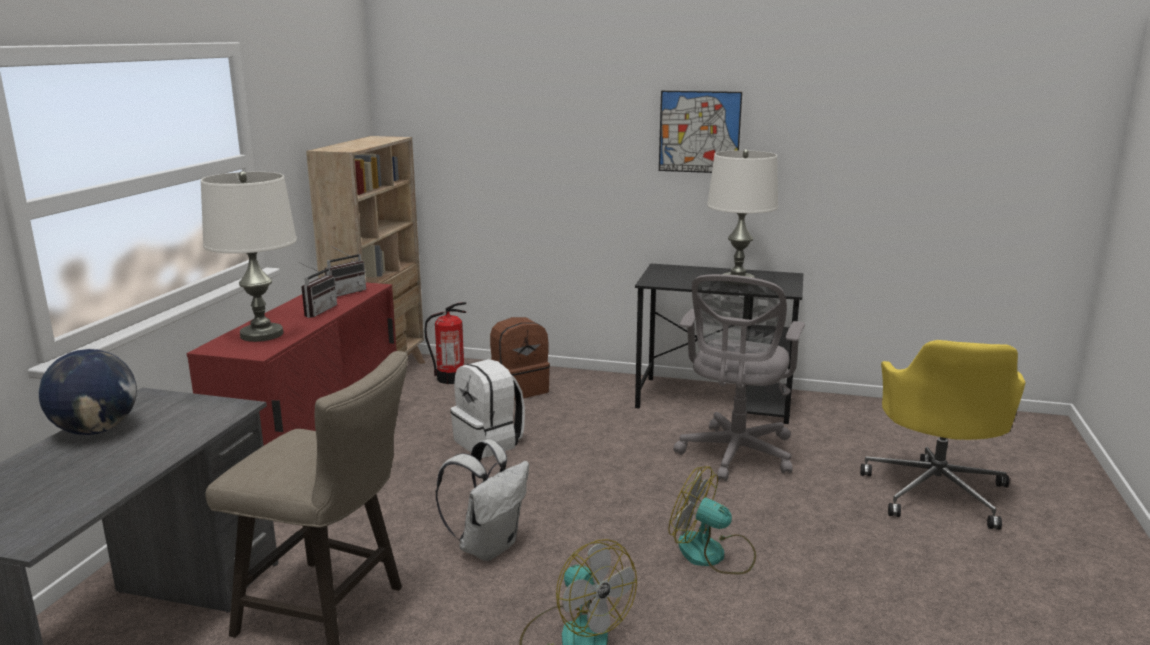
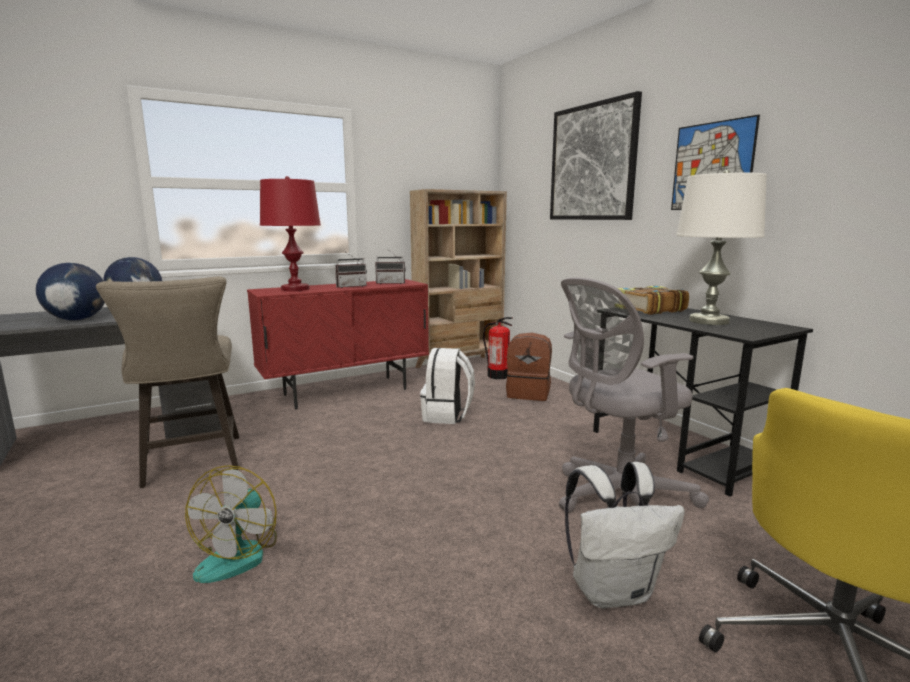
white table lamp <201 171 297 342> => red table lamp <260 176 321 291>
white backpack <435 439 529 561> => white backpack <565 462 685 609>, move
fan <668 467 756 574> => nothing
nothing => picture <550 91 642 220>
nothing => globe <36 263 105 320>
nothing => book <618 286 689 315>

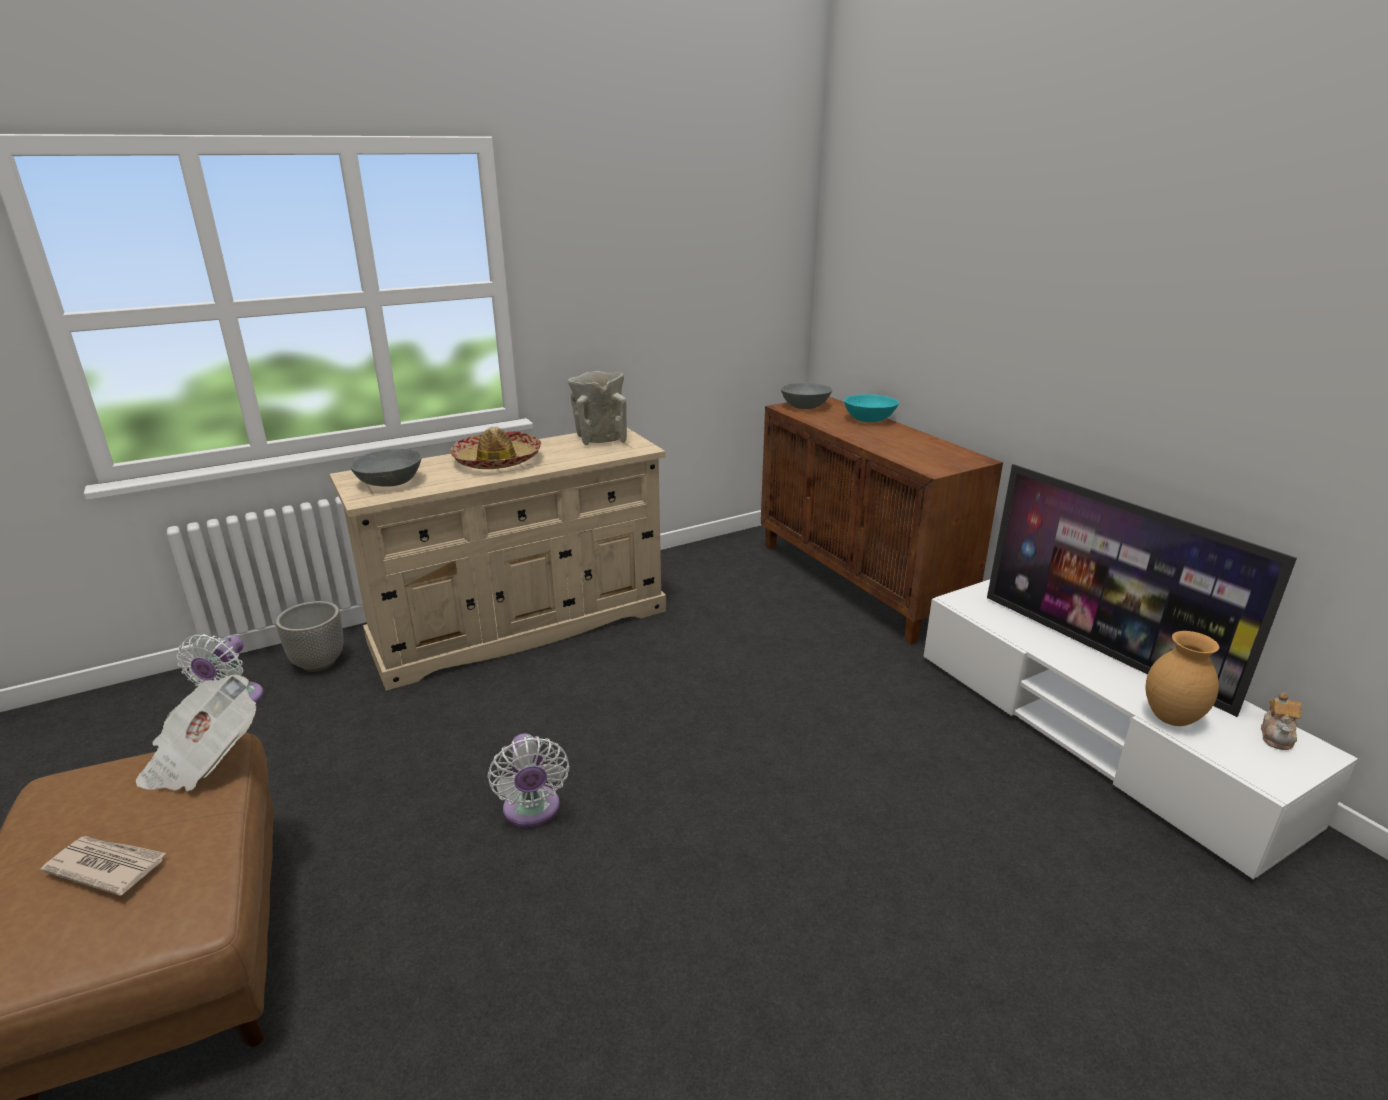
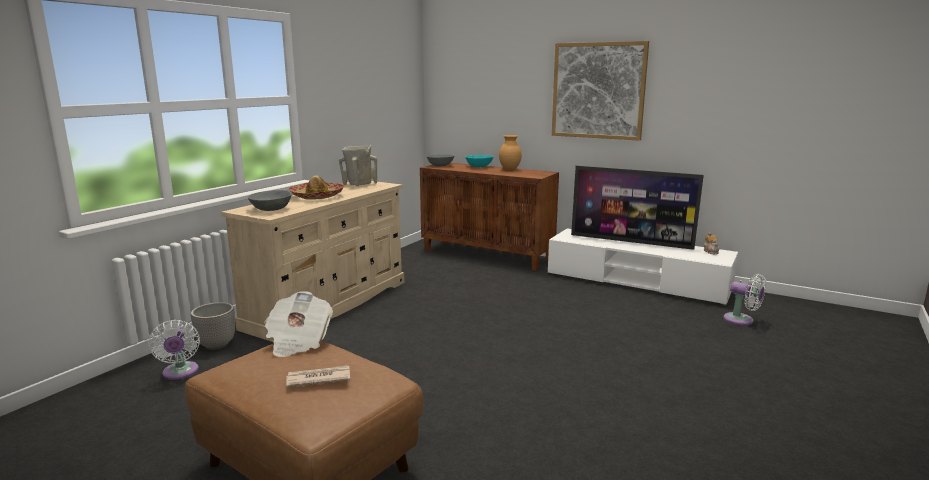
brown vase <1145 631 1219 726> => brown vase <499 135 522 170>, move
white fan <488 733 569 827> => white fan <723 274 766 325>, move
nothing => picture <552 41 649 141>

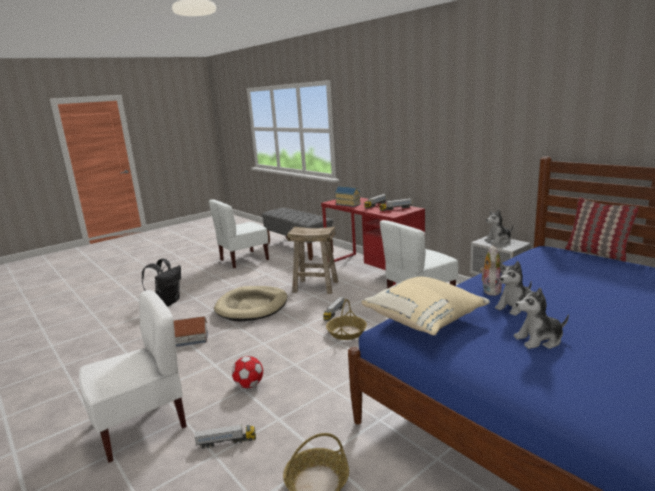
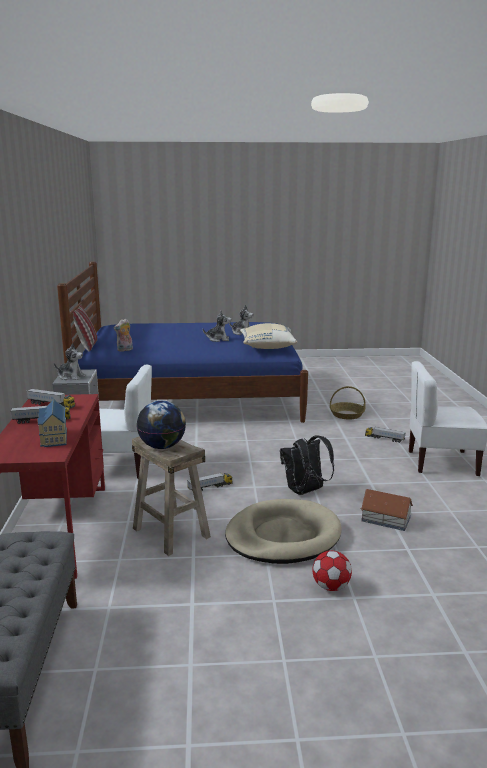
white chair <209 199 269 269> => nothing
plush toy <480 246 502 296> => plush toy <114 319 133 352>, move
black backpack <142 259 181 306> => black backpack <280 435 334 495>, move
basket <326 299 367 340> => nothing
football <232 356 263 388> => football <312 550 352 591>, move
nothing => globe <137 400 186 449>

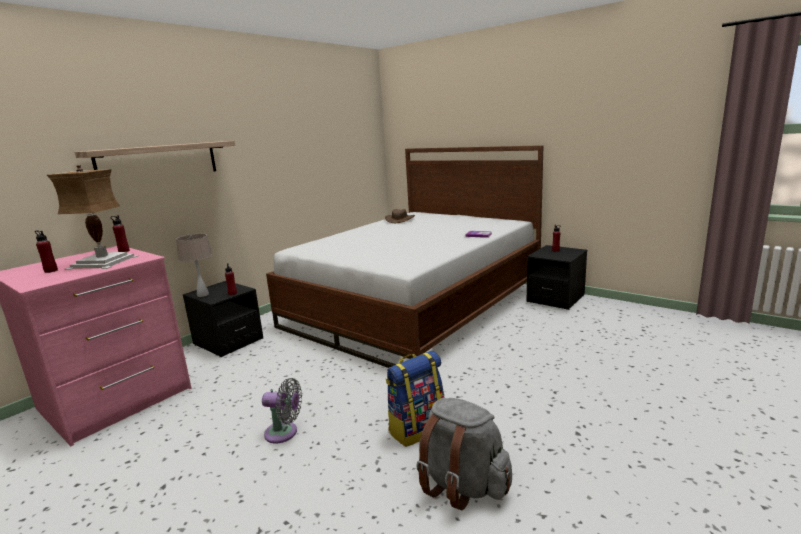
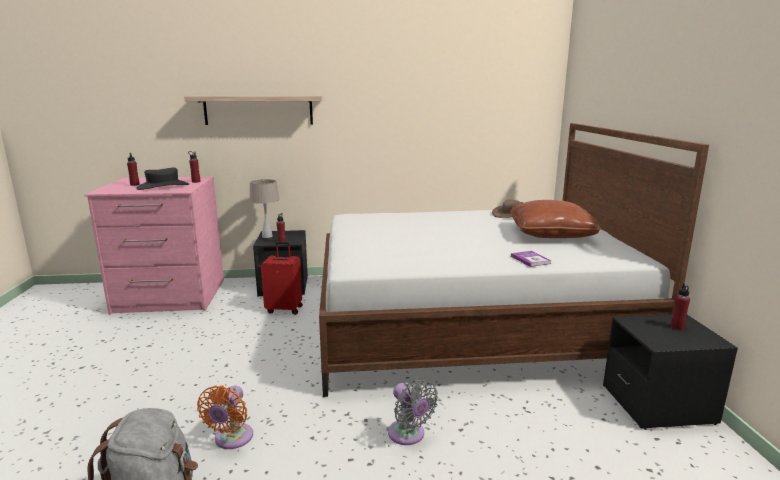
table lamp <47 165 139 270> => black hat <136 168 189 190>
backpack <386 351 444 447> => orange fan <197 385 253 449>
grey fan <262 378 302 443> => grey fan <388 379 438 445>, move
nothing => brown pillow <510 200 601 238>
nothing => red suitcase <261 242 303 315>

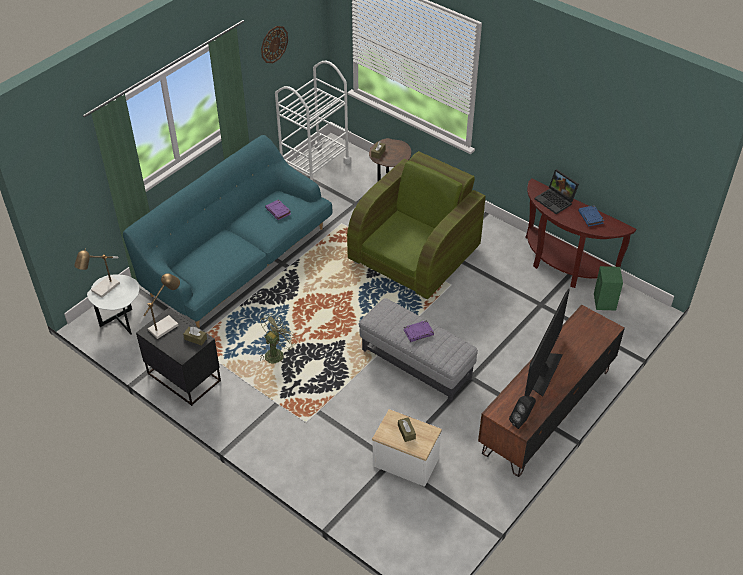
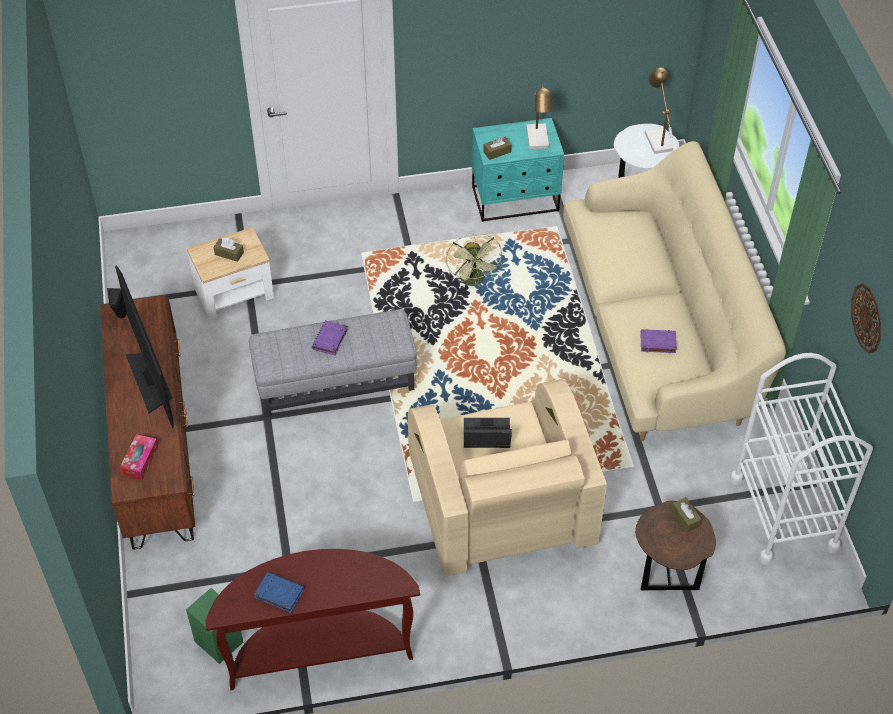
turquoise sofa <123 135 332 328> => beige sofa <563 141 786 441>
green armchair <347 151 486 299> => beige armchair <408 379 607 577>
laptop <535 169 579 214> => laptop <464 418 512 448>, move
black nightstand <136 308 221 406> => turquoise nightstand <472 118 564 222>
nothing => tissue box <120 434 158 480>

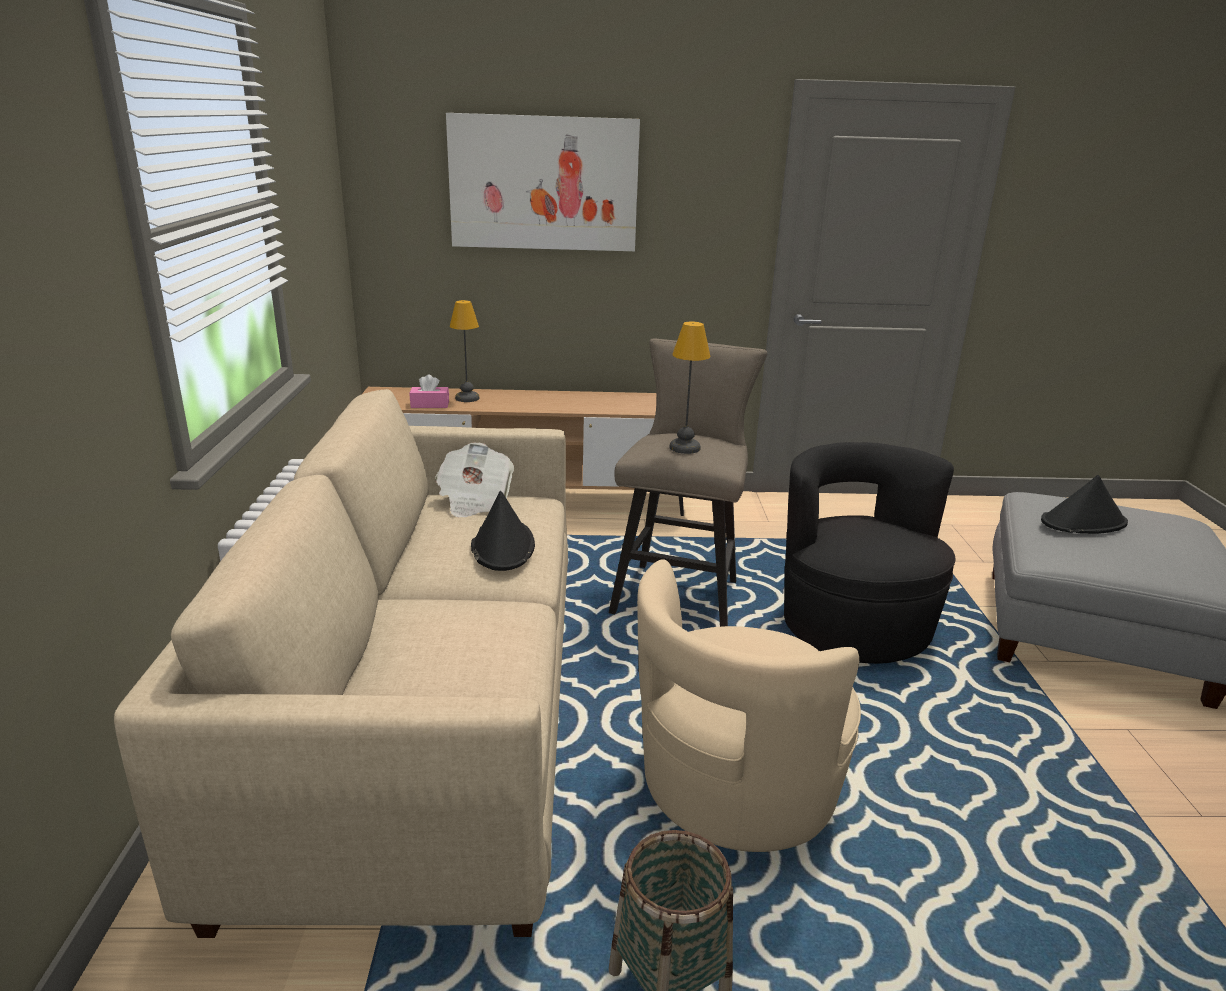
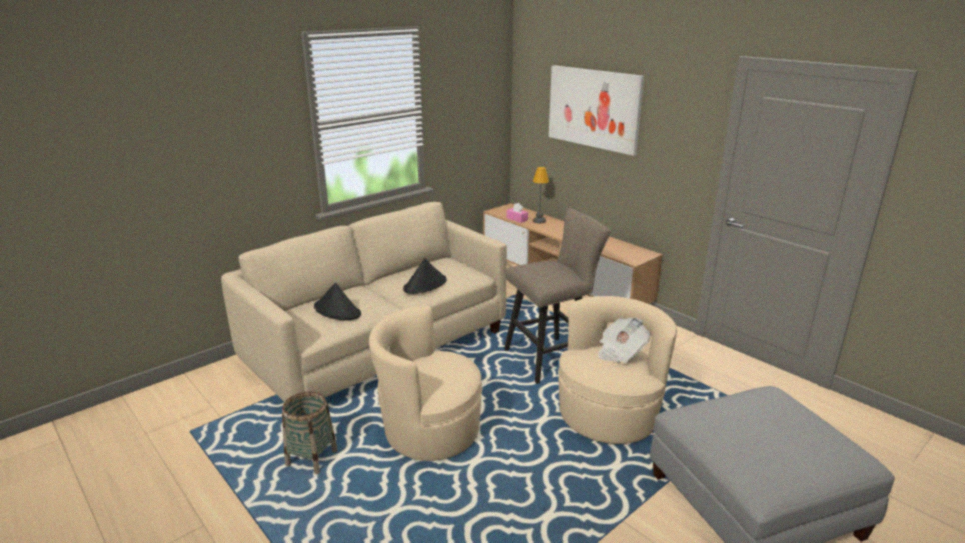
table lamp <669 322 711 454> => nothing
newspaper <435 442 515 517> => newspaper <598 317 650 363>, move
black armchair <784 442 956 664> => beige armchair <558 296 677 444>
black hat <1041 475 1128 534> => black hat <314 283 361 321>, move

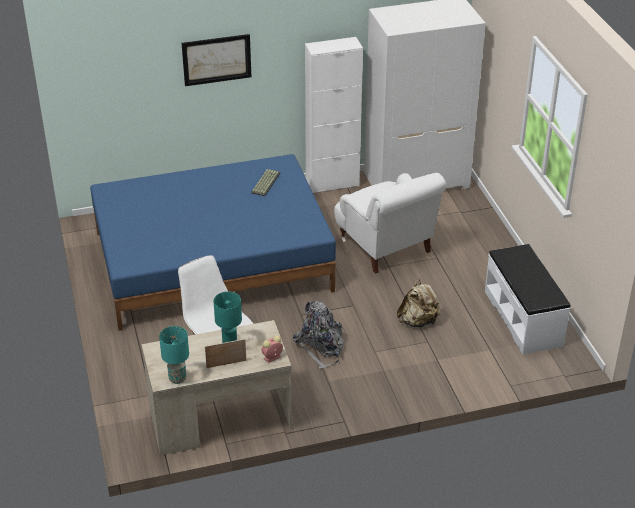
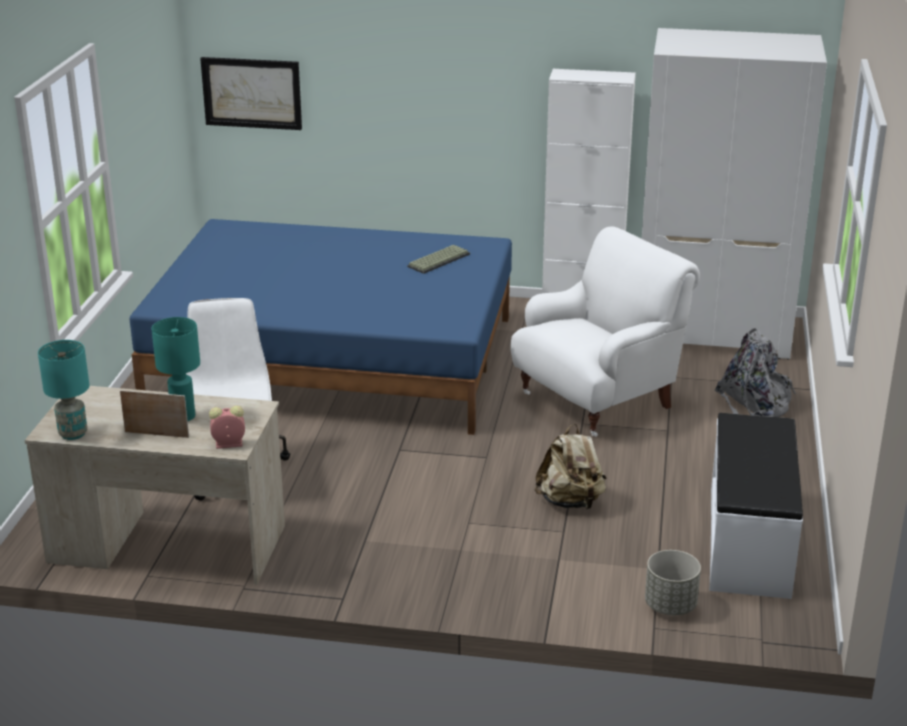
picture <182 34 251 86> => picture <200 57 302 130>, move
white armchair <334 173 446 274> => white armchair <510 226 700 437>, 120 degrees counterclockwise
grey backpack <293 301 345 369> => grey backpack <715 328 796 417>, move
nothing => grey planter <645 550 701 615>

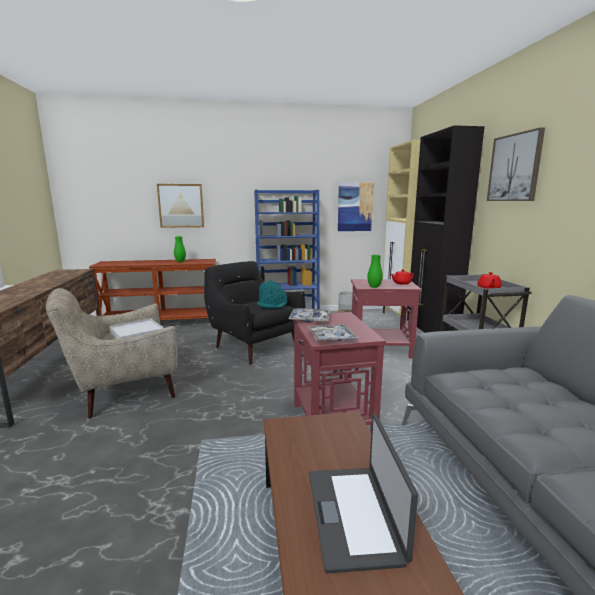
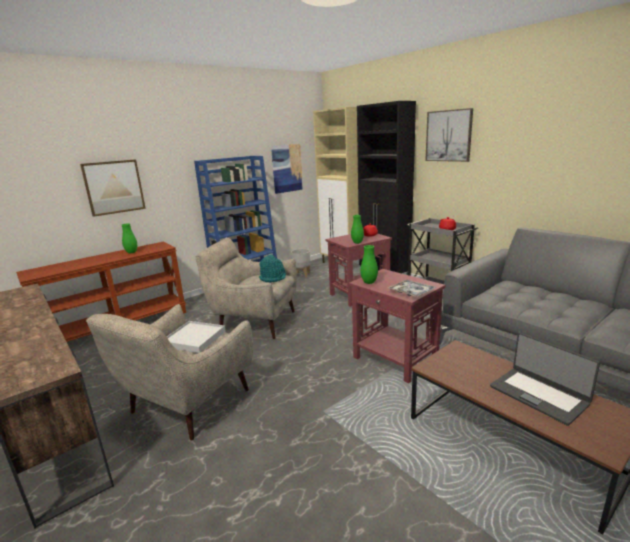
black armchair <204 261 305 365> => beige armchair <195 238 297 339>
tray <289 308 330 322> => green vase <360 245 378 284>

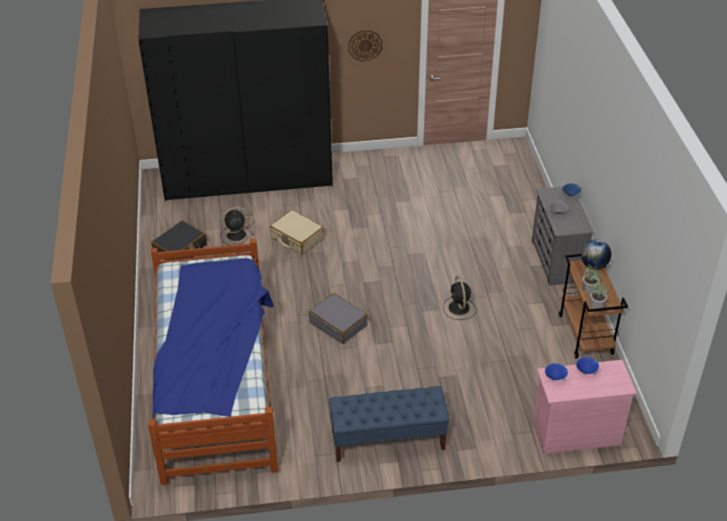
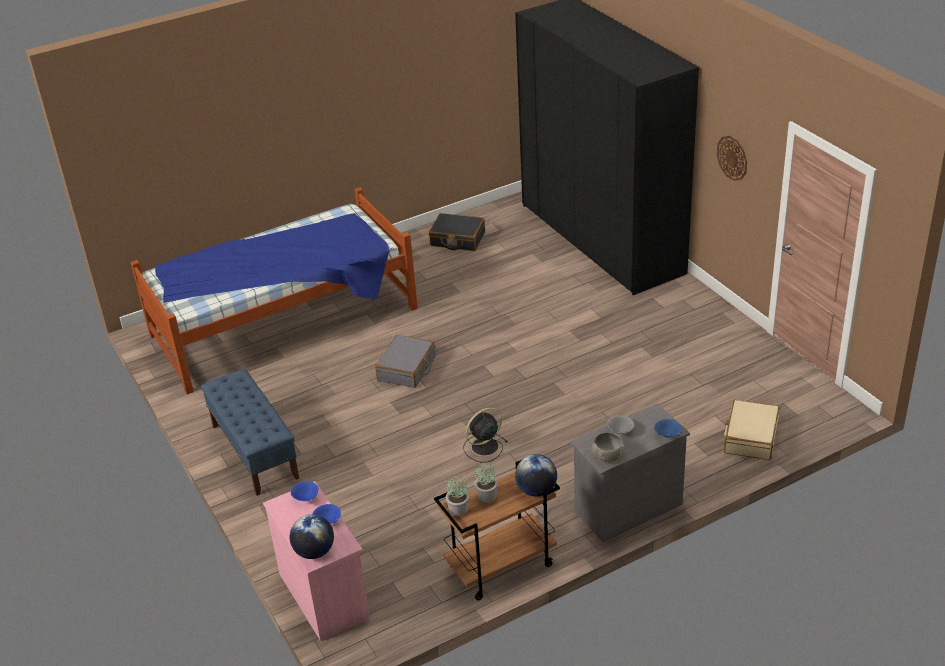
black fan <219 207 253 246> => nothing
beige suitcase <270 210 324 255> => beige suitcase <724 400 779 460>, move
nothing => grey bowl <592 432 625 462>
nothing => globe <290 514 334 559>

